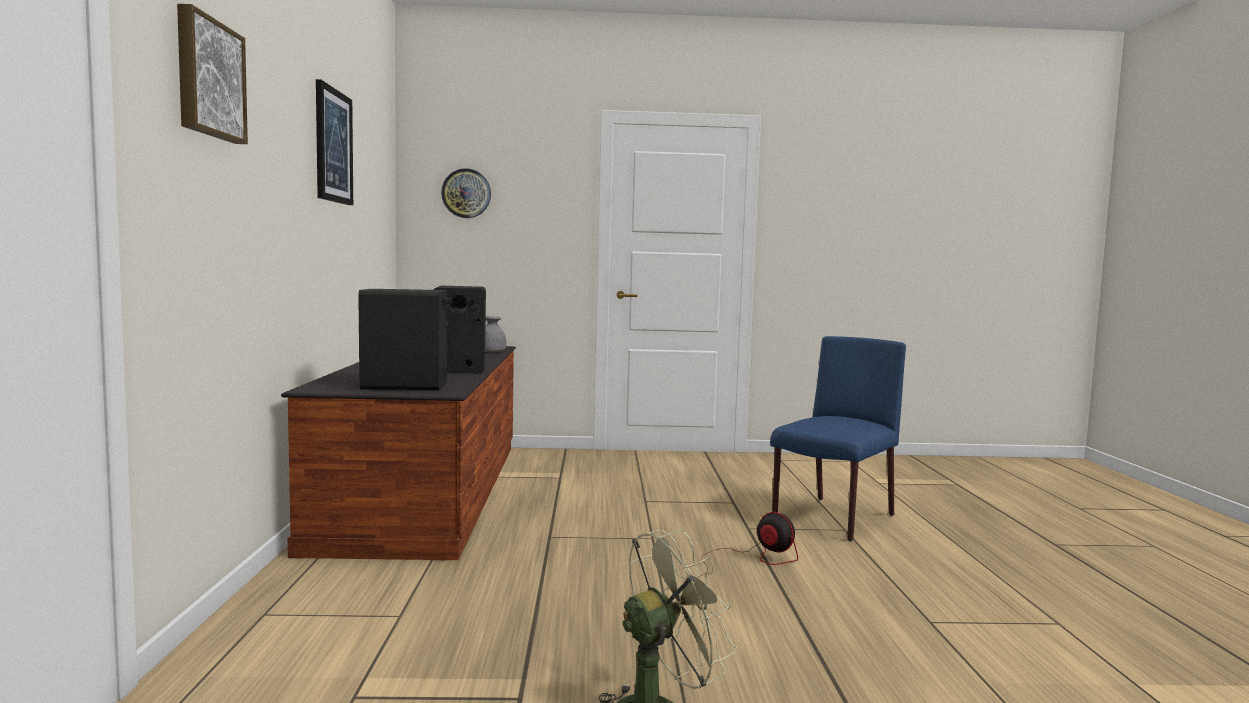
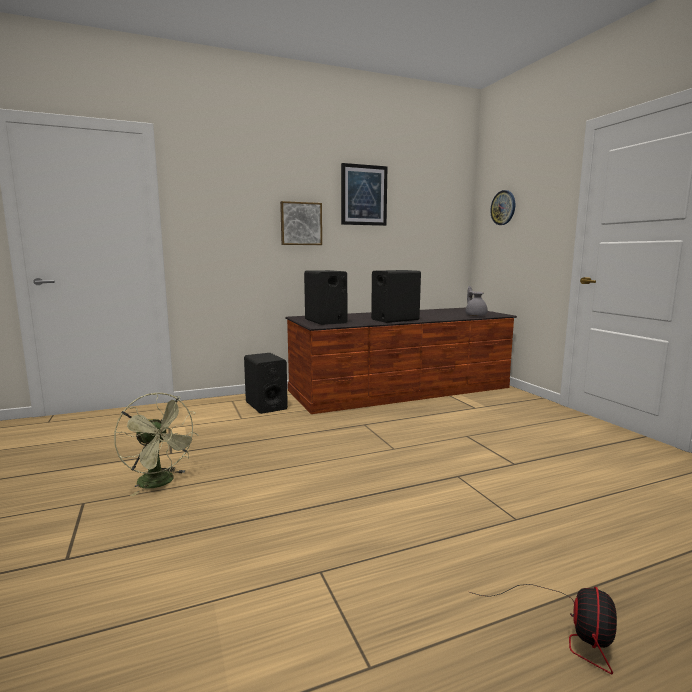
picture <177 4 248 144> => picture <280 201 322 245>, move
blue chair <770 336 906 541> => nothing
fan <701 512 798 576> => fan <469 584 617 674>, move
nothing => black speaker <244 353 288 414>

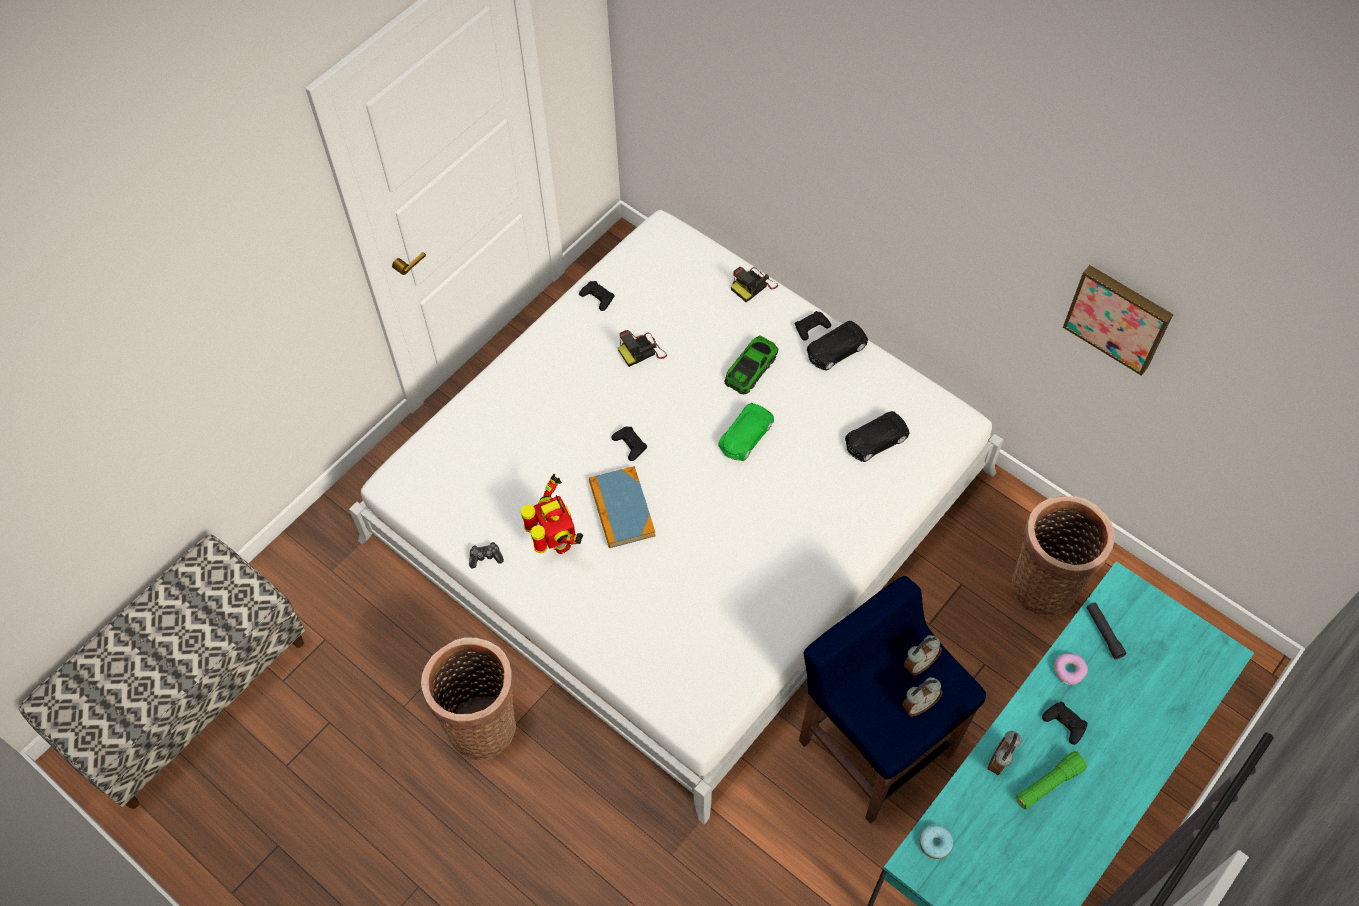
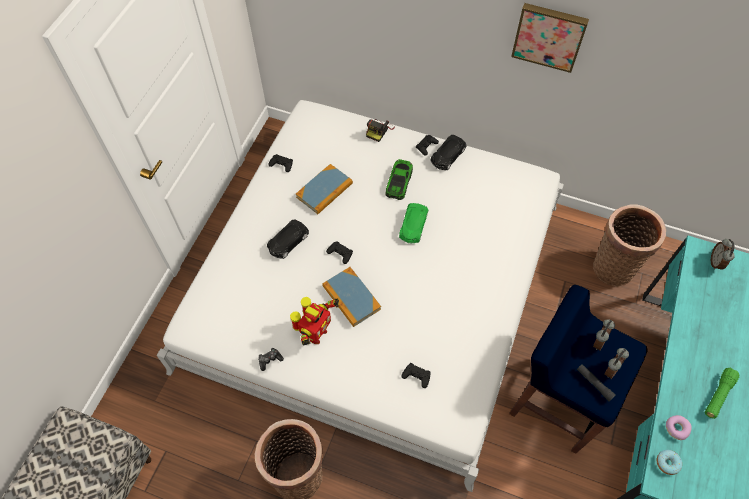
picture <1063 265 1173 376> => picture <511 3 589 73>, move
photo camera <618 330 667 367> => book <296 164 353 214>
black toy car <845 411 910 462> => black toy car <267 219 309 259>, move
toy robot <521 474 583 554> => toy robot <290 297 339 346>, 75 degrees clockwise
black flashlight <1086 602 1127 660> => black flashlight <577 364 616 402>, move
donut <1054 653 1088 685> => donut <666 415 692 440>, move
black game controller <1042 701 1088 745> => black game controller <401 363 430 388>, move
alarm clock <987 731 1022 775> => alarm clock <711 239 735 270>, move

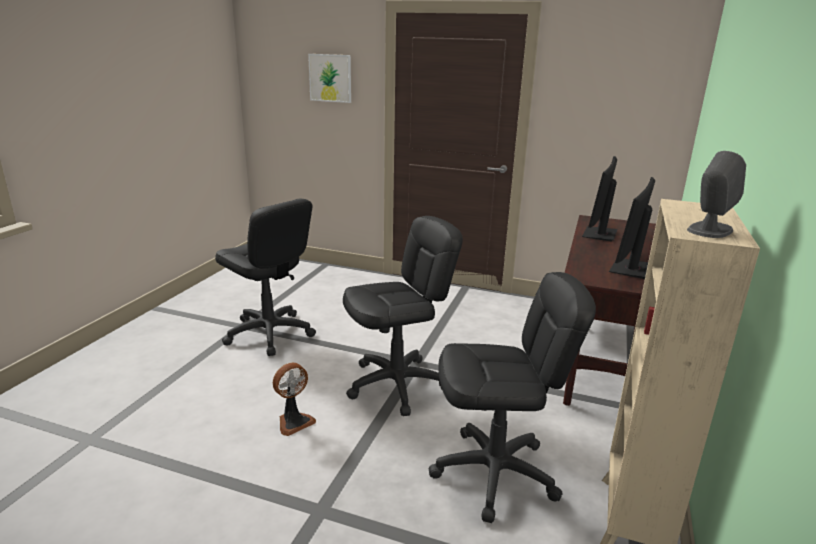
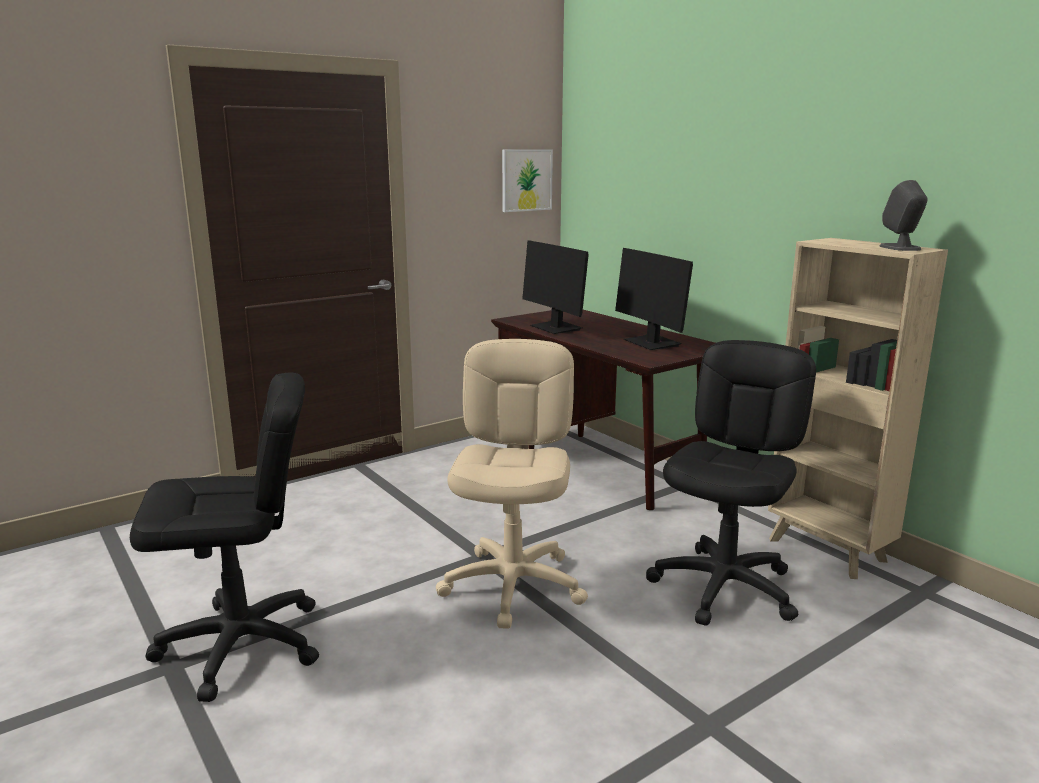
picture <308 54 351 103> => picture <502 149 553 212>, move
black office chair <343 216 463 416> => beige office chair <436 339 588 629>
fan <273 363 316 436> => nothing

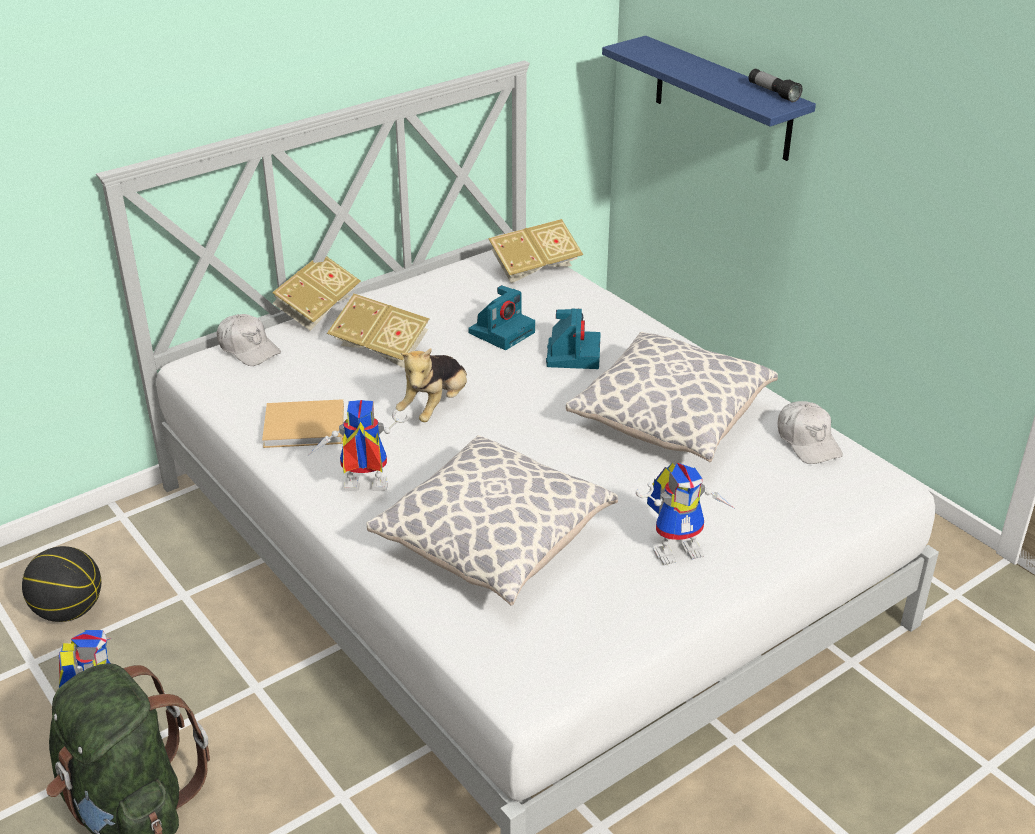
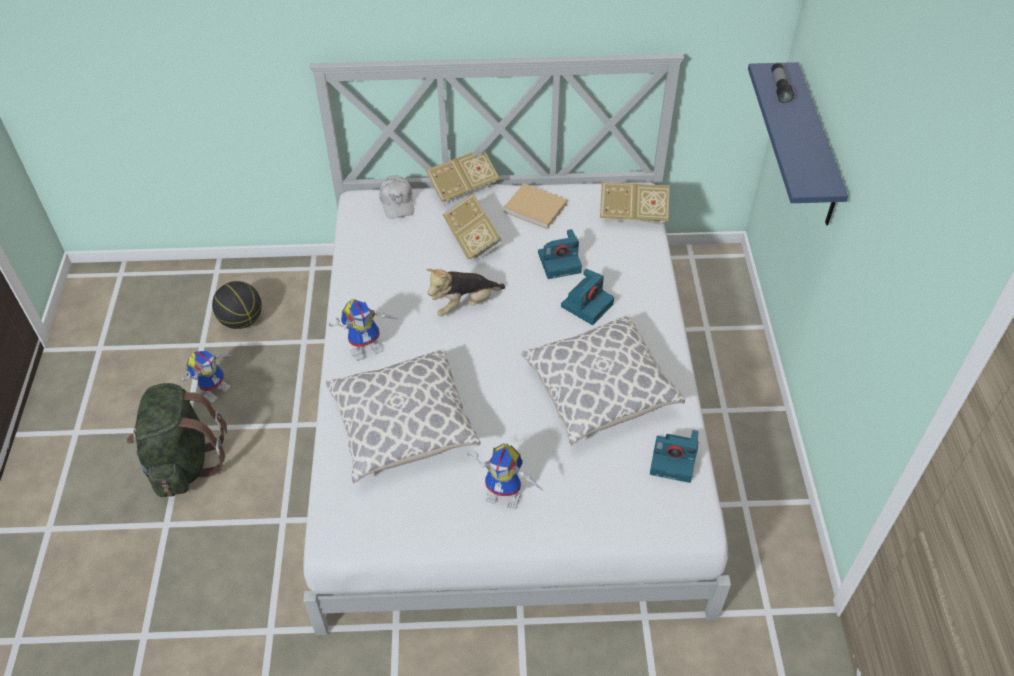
flashlight <749 69 802 102> => flashlight <771 63 794 103>, move
beige book <262 399 344 448> => beige book <503 183 567 229>, move
toy robot <307 400 409 491> => toy robot <328 299 397 361>, 120 degrees clockwise
white cap <777 401 843 464> => photo camera <650 430 699 483>

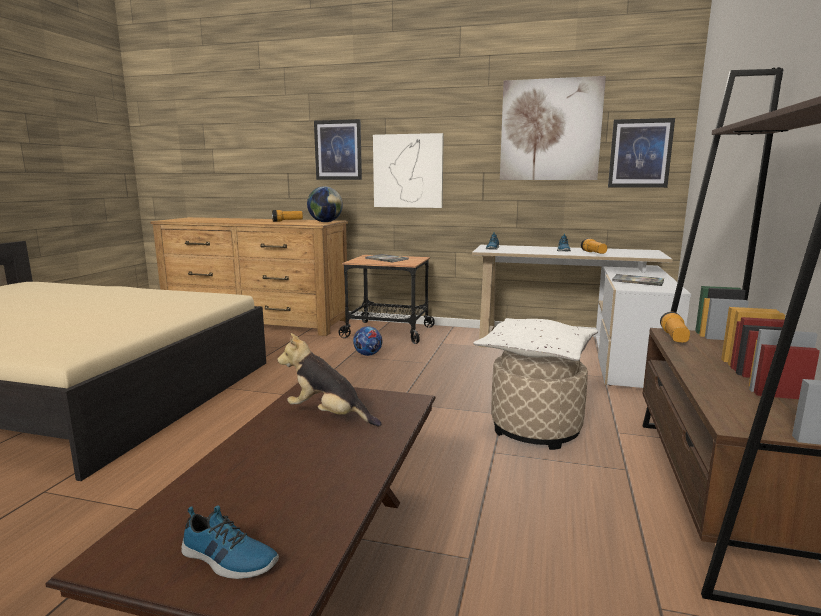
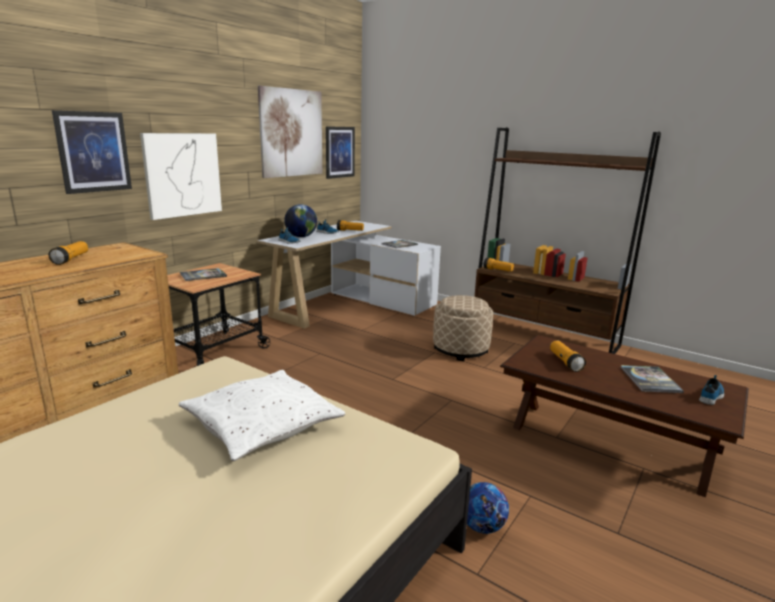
globe <307 186 343 222> => globe <284 204 317 237>, move
white pillow <473 318 598 361> => white pillow <179 370 345 461>, move
football <353 326 382 356> => football <467 482 509 534>, move
plush toy <278 333 382 427> => flashlight <550 341 586 372>
nothing => book <620 365 684 393>

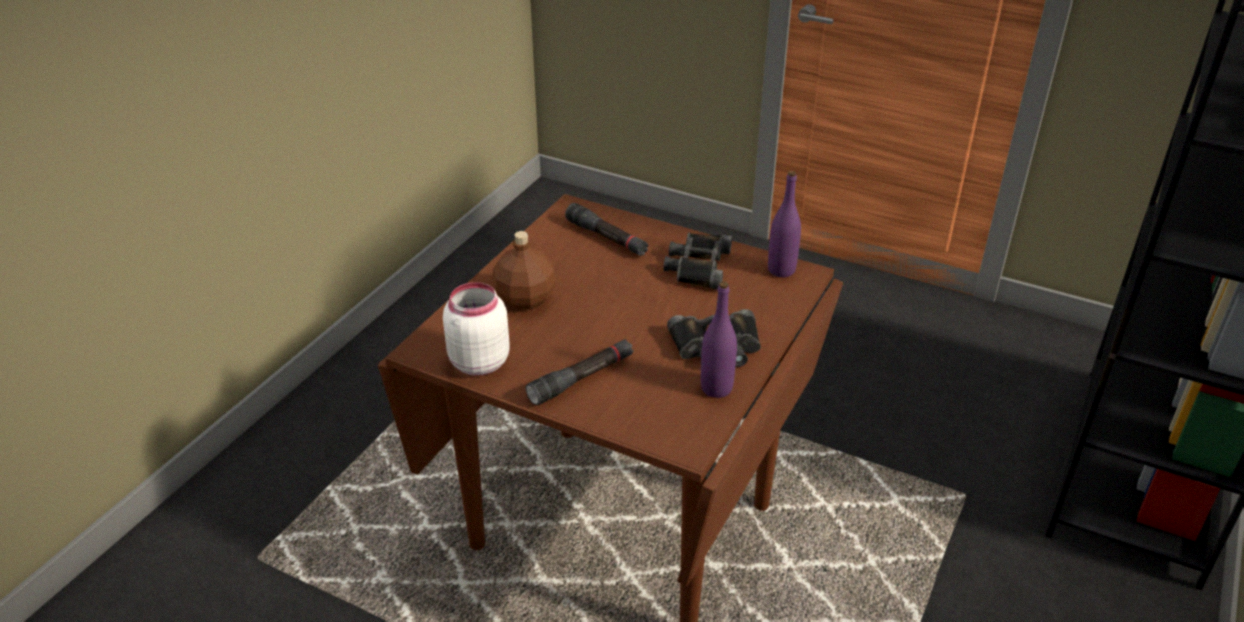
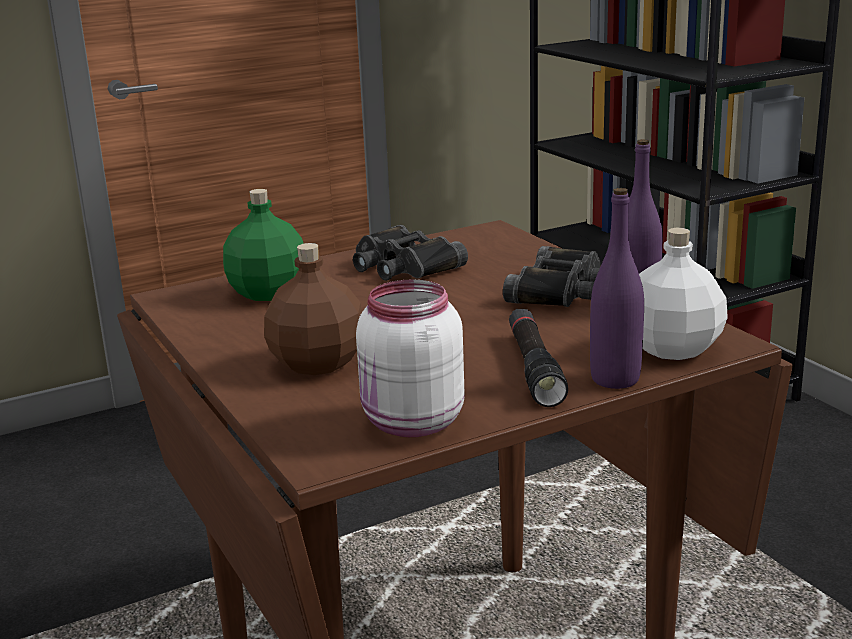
purple bottle <768 171 801 277> => purple bottle <590 188 644 389>, move
black flashlight <565 203 649 256> => green bottle <223 189 304 301>
nothing => white bottle <639 228 728 360>

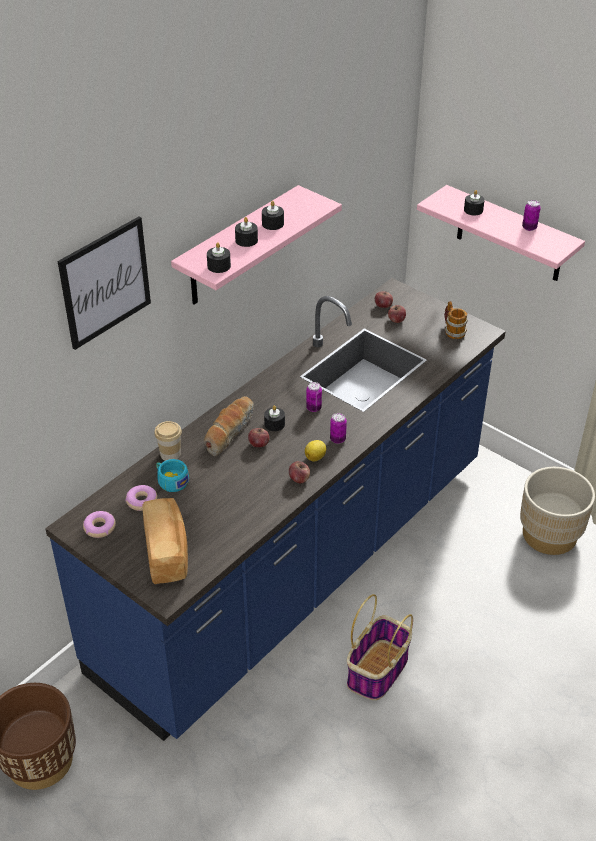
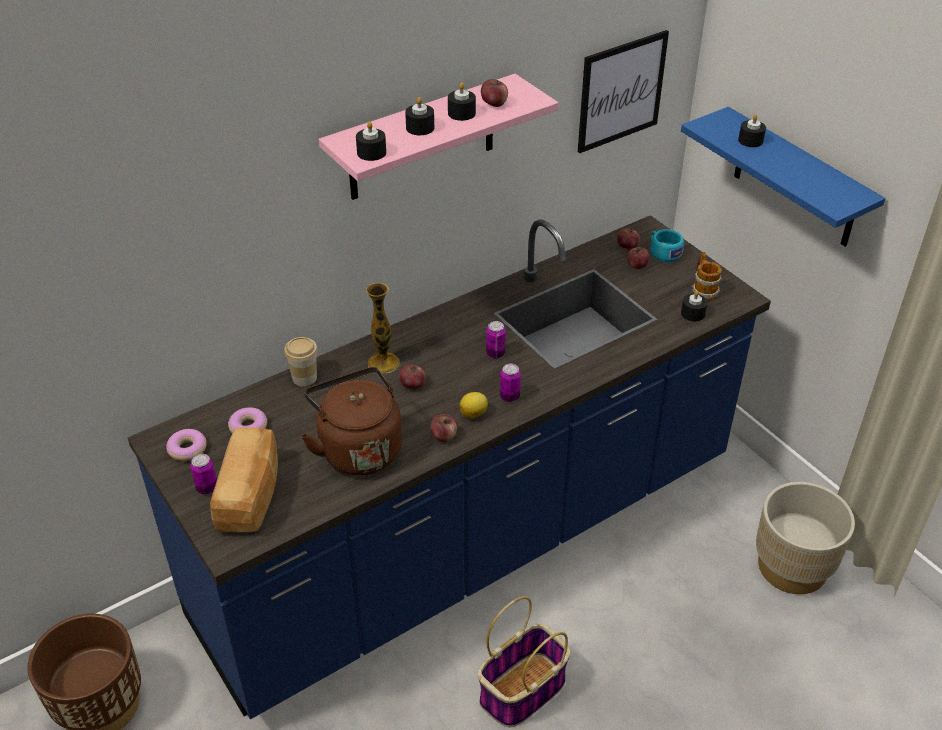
pink shelf <417 185 585 281> => blue shelf <681 107 886 247>
can <522 200 541 231> => can <190 454 217 495>, move
picture <58 217 151 350> => picture <578 30 669 153>, move
bread <204 396 254 456> => vase <366 283 400 373>
black candle <264 406 285 431> => black candle <681 291 707 321>, move
turquoise cup <156 459 189 492> => turquoise cup <650 229 684 262>, move
nothing => apple <481 79 508 107>
nothing => brown kettle <301 367 402 475>

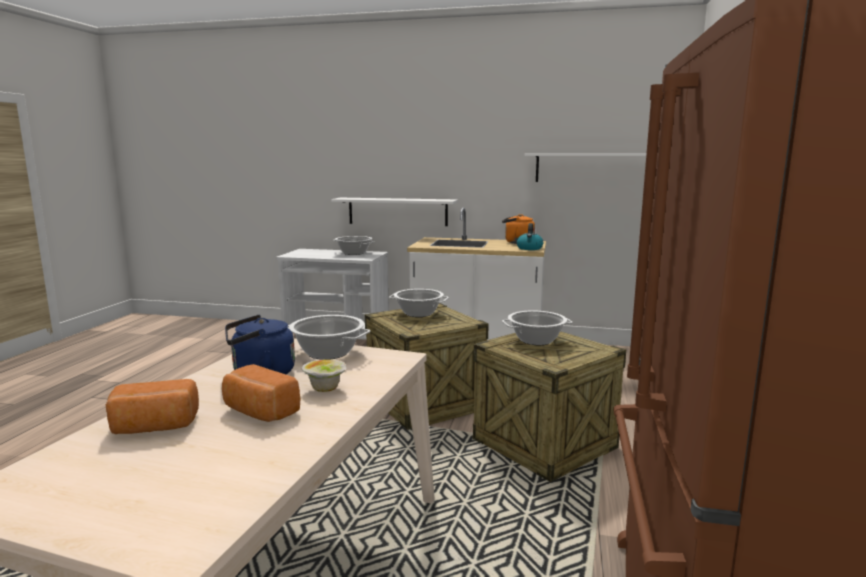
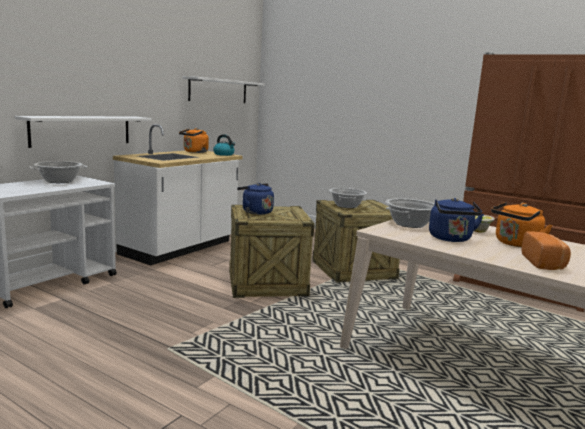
cooking pot <389 289 449 317> => blue kettle <237 183 274 215>
bread <222 364 300 422> => orange kettle <491 202 553 248>

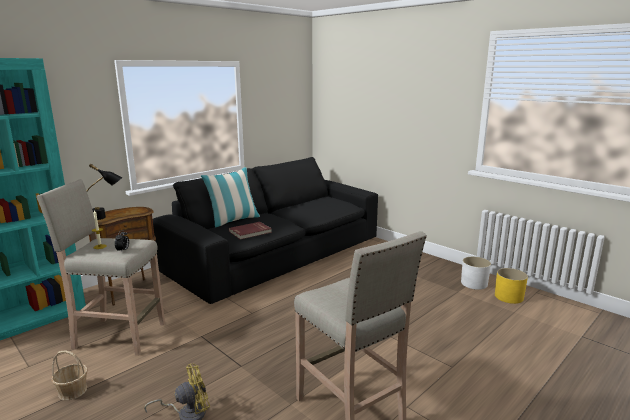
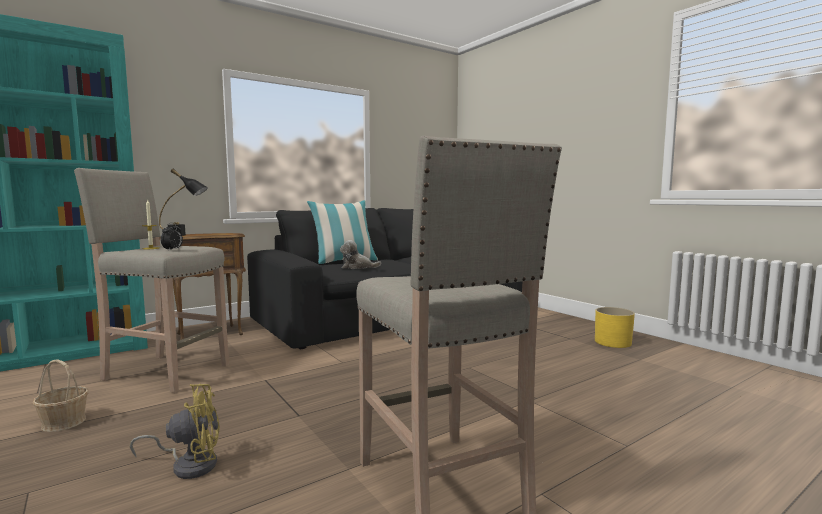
red book <229 222 272 239> => plush toy <340 240 381 269>
white planter <461 257 491 290> => nothing
yellow planter <495 268 528 304> => yellow planter <595 307 635 348>, move

